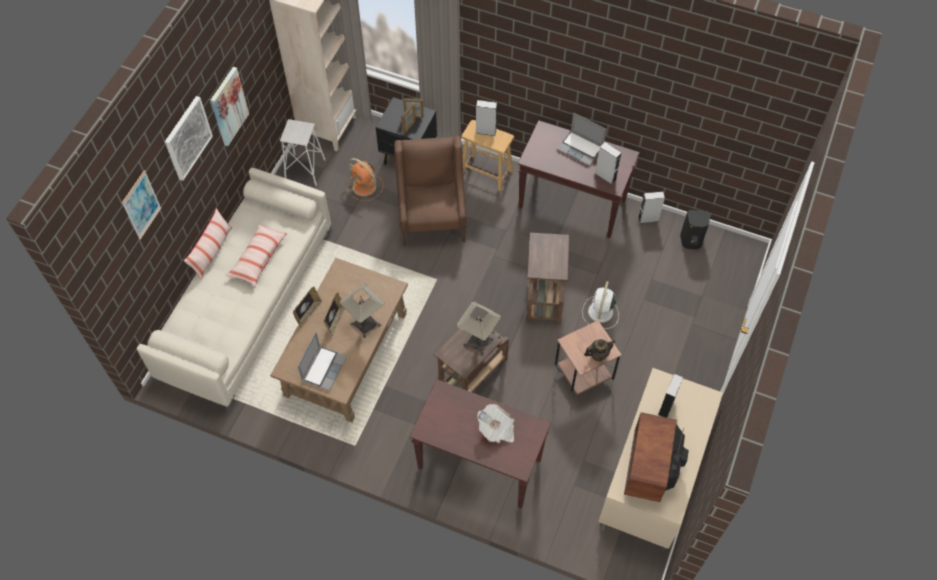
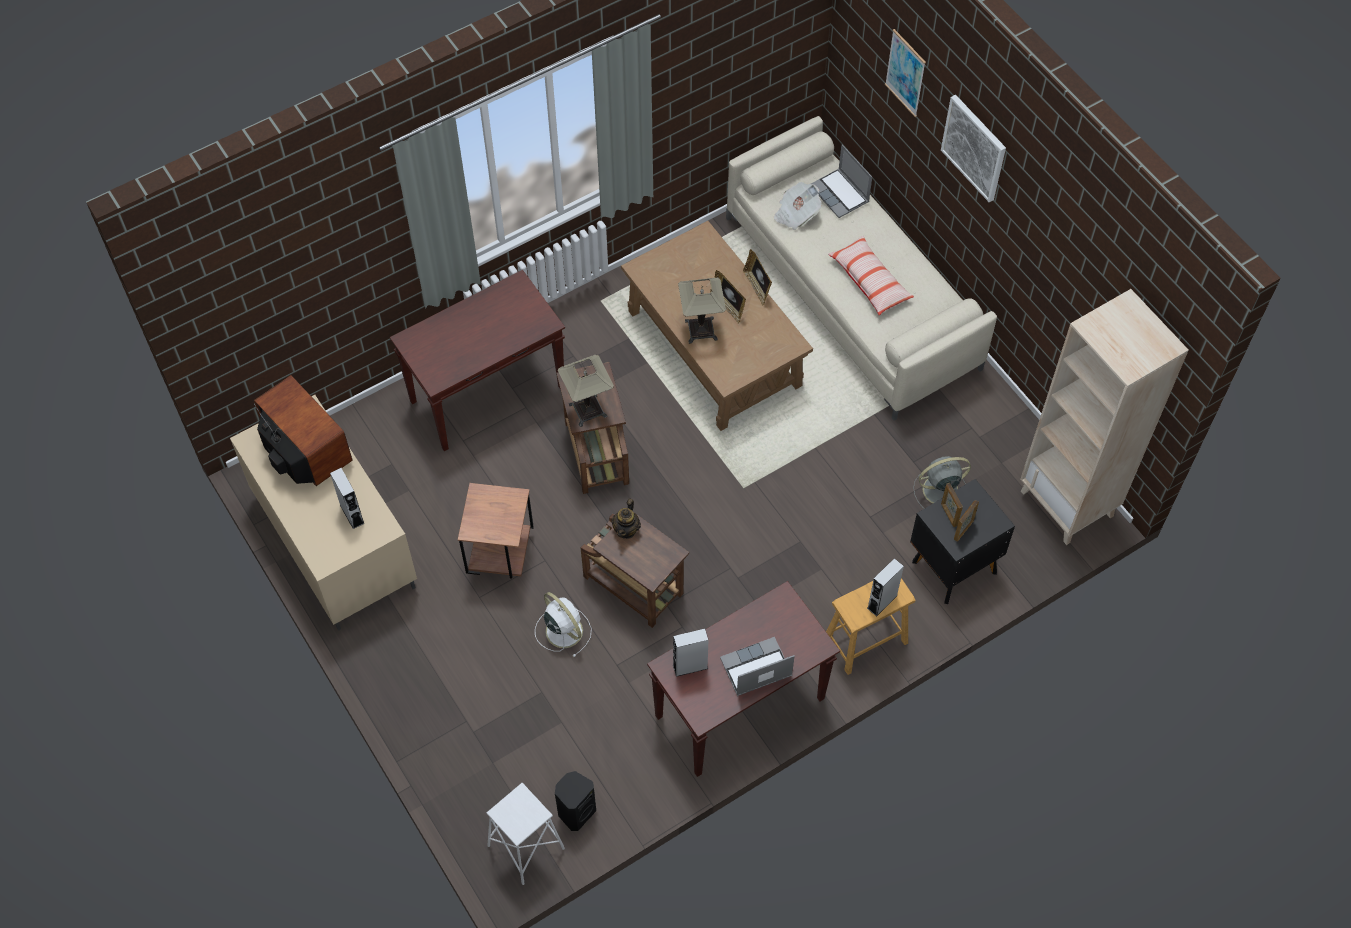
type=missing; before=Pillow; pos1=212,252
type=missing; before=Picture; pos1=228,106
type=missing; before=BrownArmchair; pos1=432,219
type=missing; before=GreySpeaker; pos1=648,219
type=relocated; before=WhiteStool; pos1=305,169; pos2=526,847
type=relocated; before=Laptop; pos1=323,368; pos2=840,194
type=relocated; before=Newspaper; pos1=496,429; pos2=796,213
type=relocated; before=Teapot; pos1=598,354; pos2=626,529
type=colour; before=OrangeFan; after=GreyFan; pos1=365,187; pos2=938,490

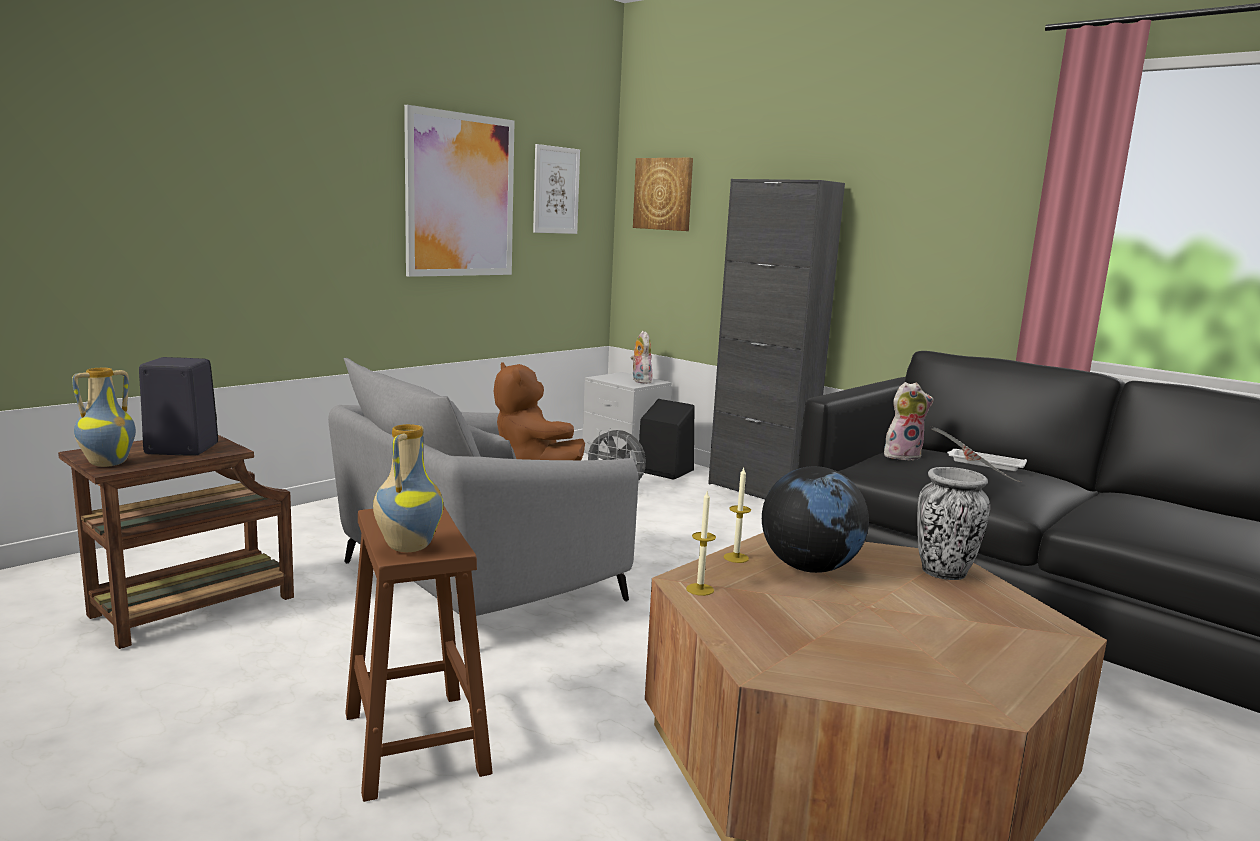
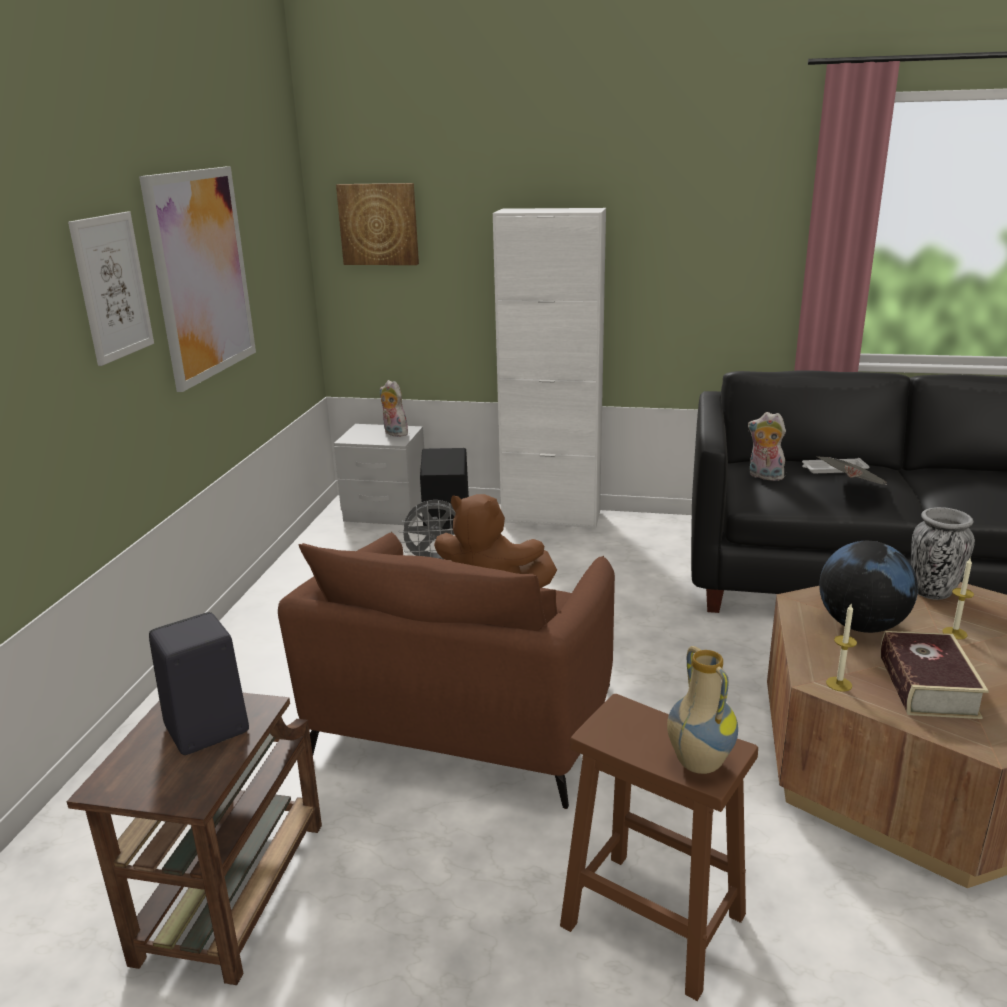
type=missing; before=Vase; pos1=108,463
type=appeared; after=Book; pos2=927,686
type=relocated; before=Picture; pos1=556,190; pos2=112,287
type=relocated; before=Candle; pos1=736,558; pos2=954,633
type=colour; before=GreyArmchair; after=BrownArmchair; pos1=477,582; pos2=463,723
type=colour; before=BlackCabinet; after=WhiteCabinet; pos1=759,491; pos2=551,517
type=spun; before=PlushToy; pos1=902,456; pos2=764,476; turn=-105

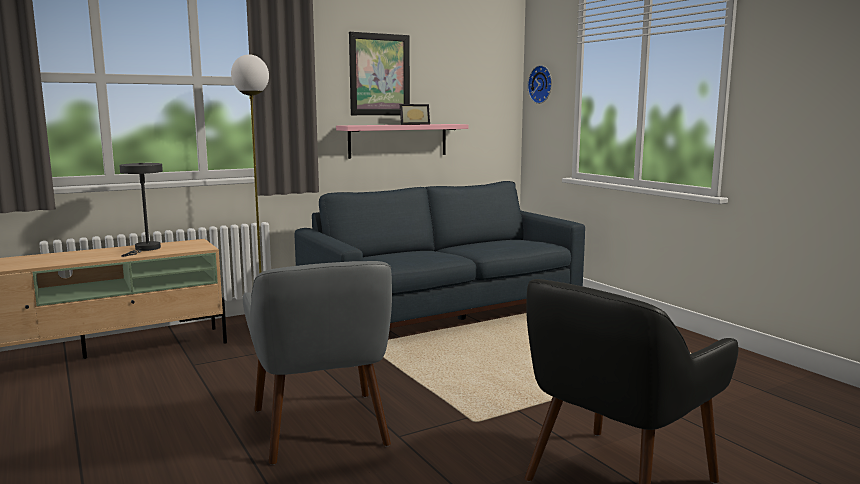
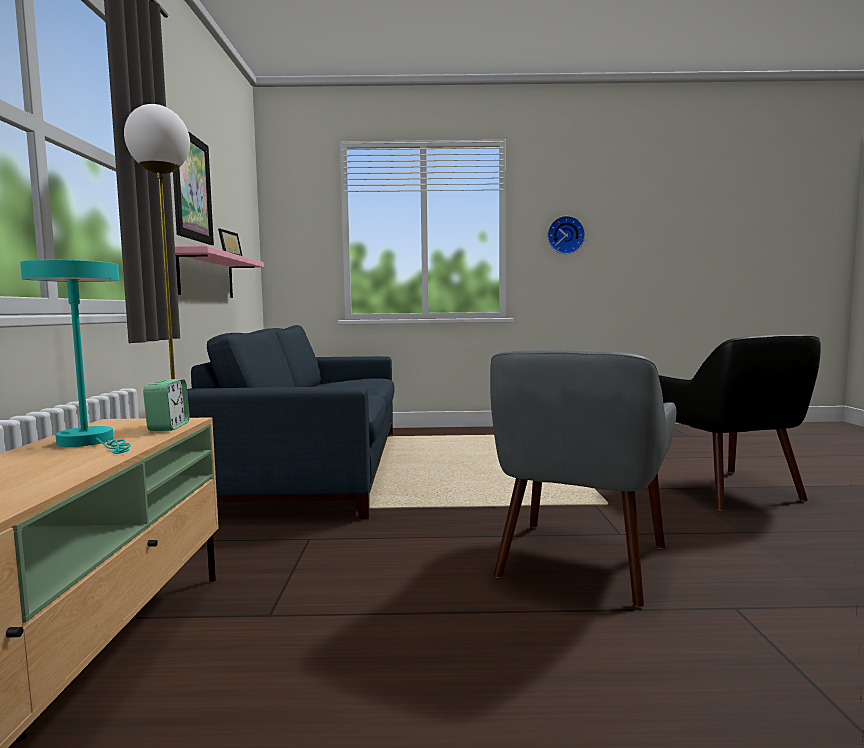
type=appeared; after=AlarmClock; pos2=168,427
type=relocated; before=WallClock; pos1=542,84; pos2=565,235
type=colour; before=GreyTableLamp; after=TurquoiseTableLamp; pos1=146,249; pos2=91,442
type=spun; before=GreyArmchair; pos1=321,428; pos2=579,562; turn=105

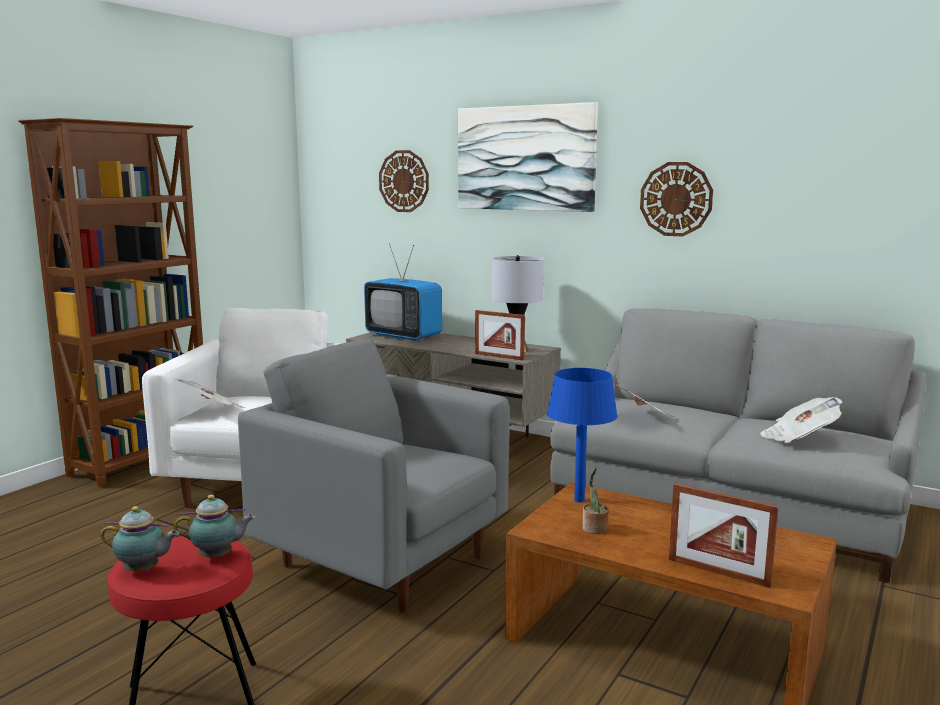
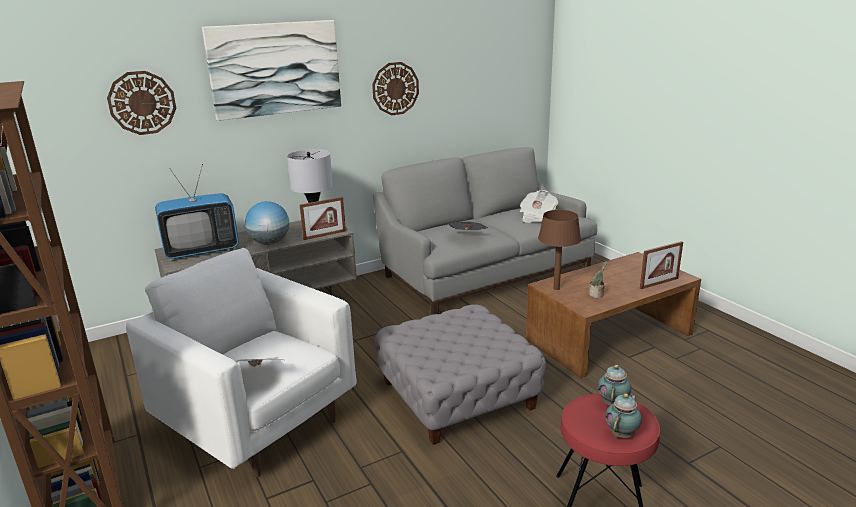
type=appeared; after=Globe; pos2=270,242
type=exchanged; before=GreyArmchair; after=GreyOttoman; pos1=384,561; pos2=456,395
type=colour; before=BlueTableLamp; after=BrownTableLamp; pos1=579,500; pos2=556,288

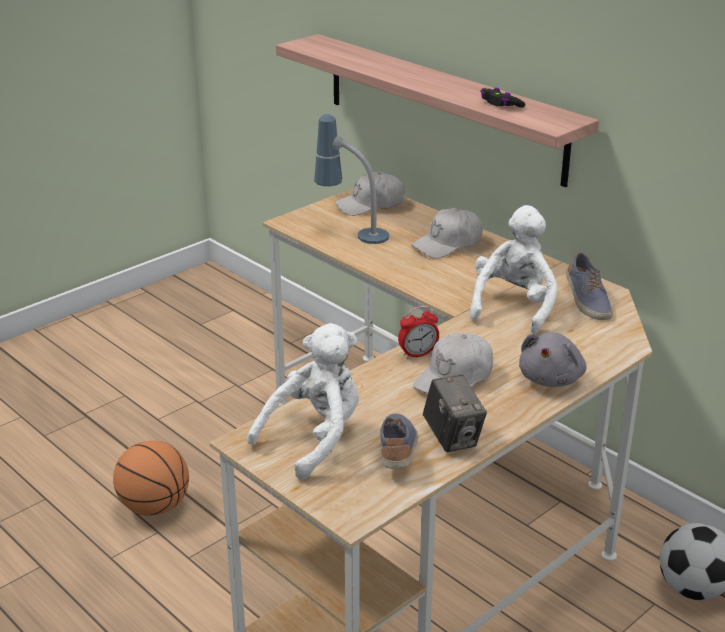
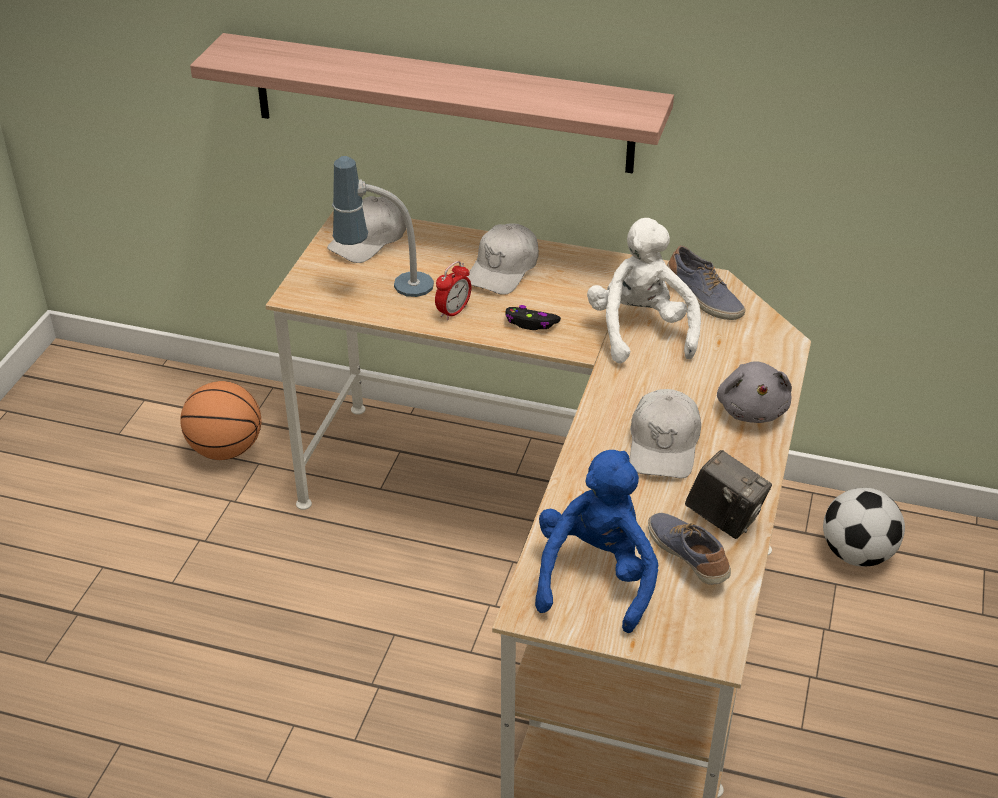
type=relocated; before=Basketball; pos1=154,507; pos2=226,449
type=relocated; before=AlarmClock; pos1=418,354; pos2=453,312
type=relocated; before=BlackGameController; pos1=500,104; pos2=531,323
type=colour; before=WhitePlushToy; after=BluePlushToy; pos1=315,438; pos2=596,576

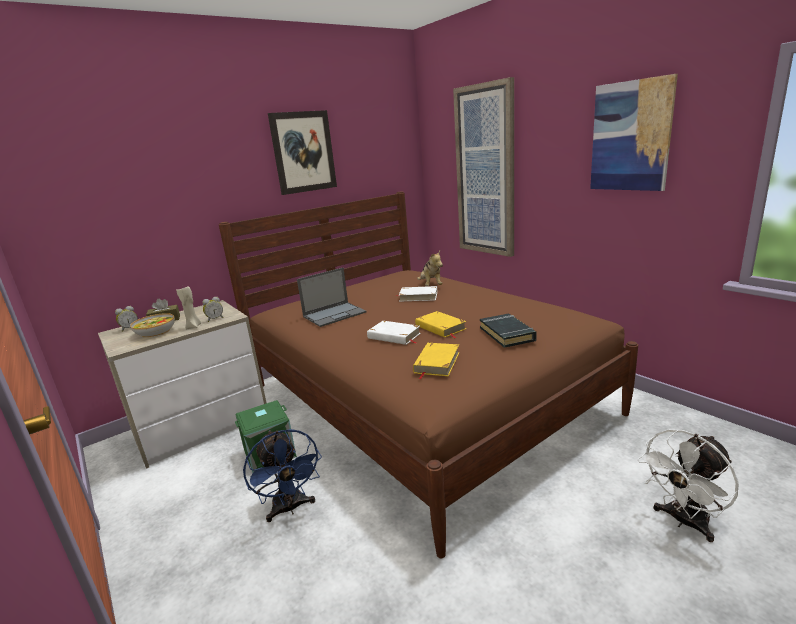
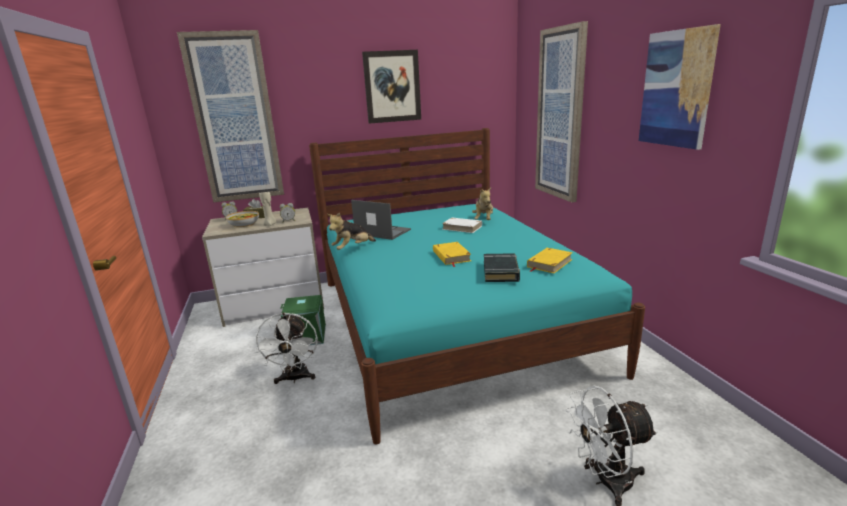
type=missing; before=WhiteBook; pos1=394,336
type=appeared; after=Picture; pos2=235,119
type=appeared; after=PlushToy; pos2=352,248
type=relocated; before=YellowBook; pos1=436,363; pos2=549,263
type=colour; before=BrownBed; after=TurquoiseBed; pos1=421,398; pos2=449,321
type=colour; before=BlueFan; after=WhiteFan; pos1=290,508; pos2=295,378
type=spun; before=Laptop; pos1=335,314; pos2=382,232; turn=-135

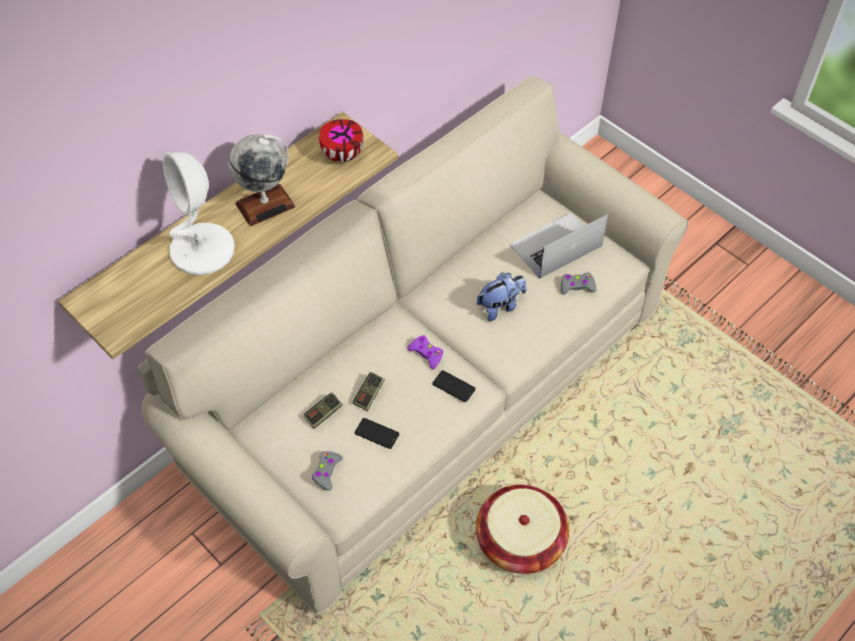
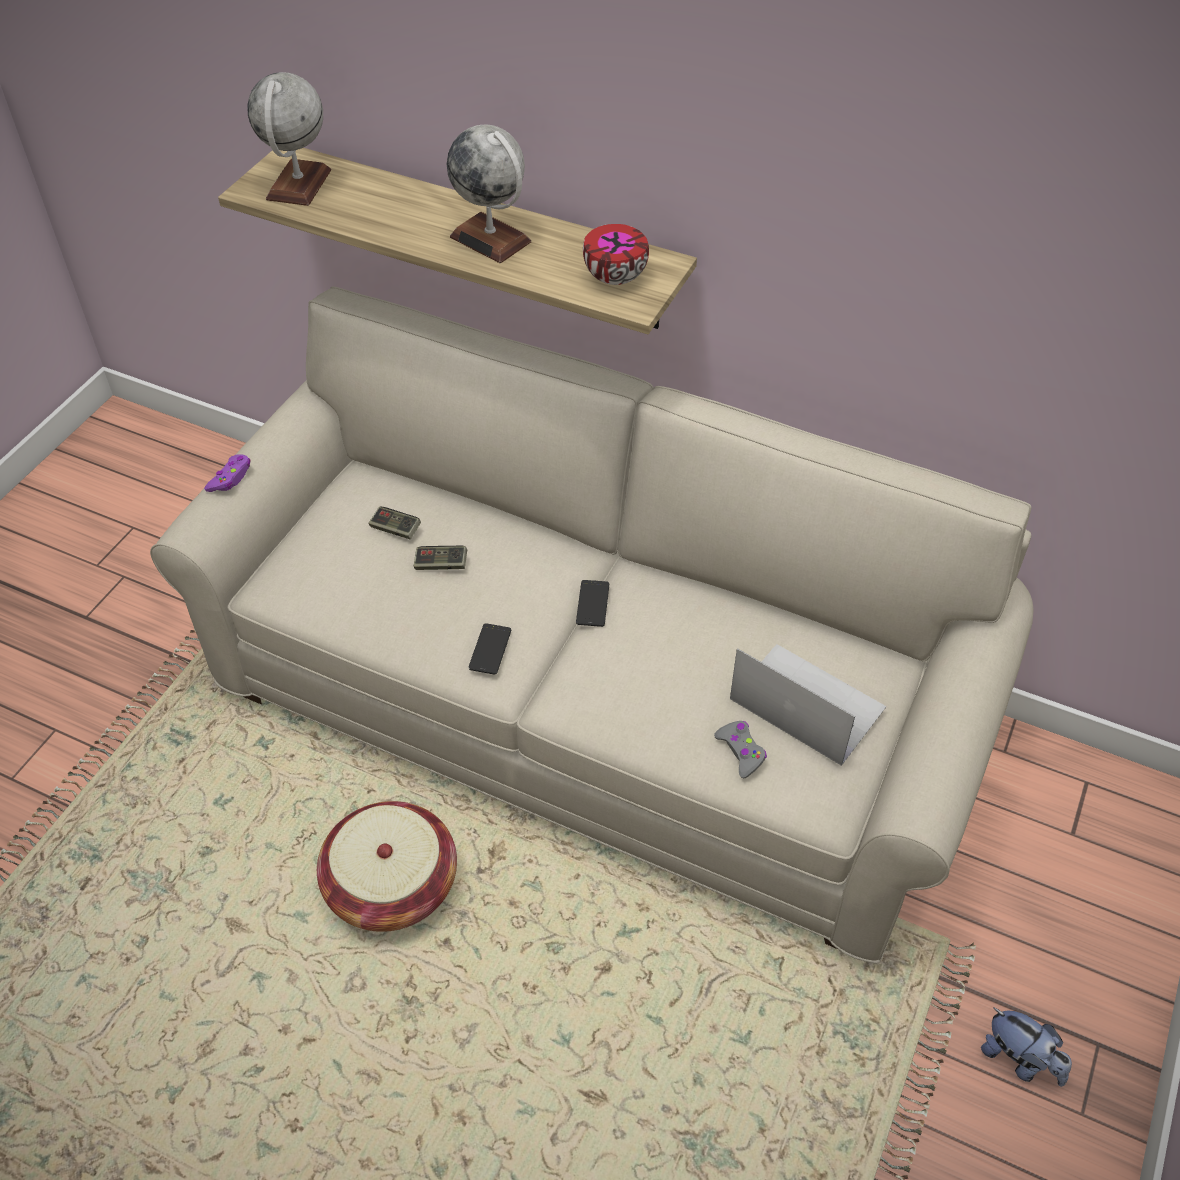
type=missing; before=WhiteTableLamp; pos1=202,250
type=missing; before=GreyGameController; pos1=327,472
type=appeared; after=Globe; pos2=299,184
type=relocated; before=Phone; pos1=377,433; pos2=592,603
type=relocated; before=PurpleGameController; pos1=426,354; pos2=230,478
type=relocated; before=PlushToy; pos1=500,306; pos2=1019,1059

